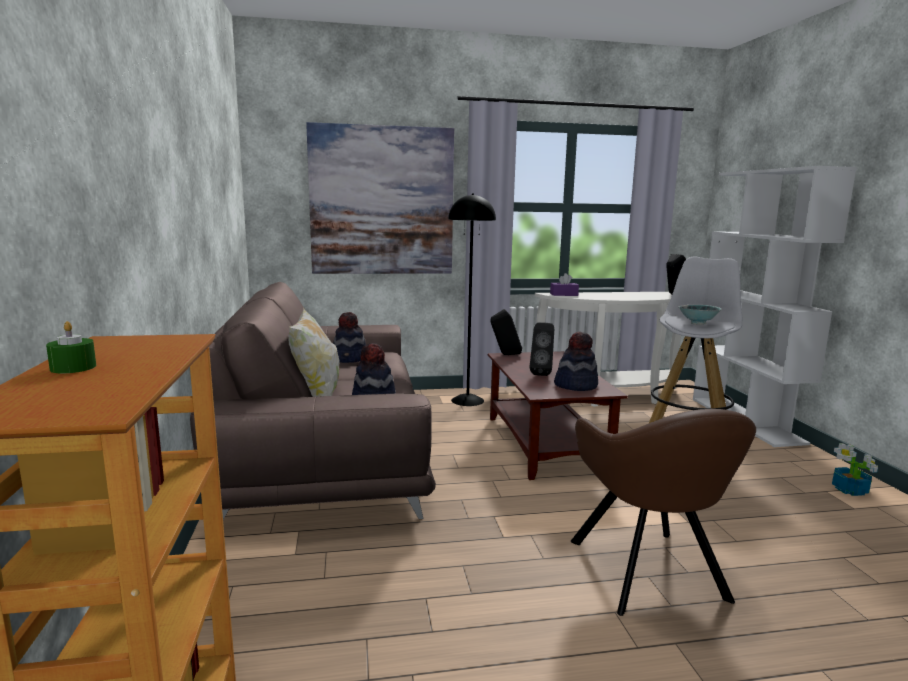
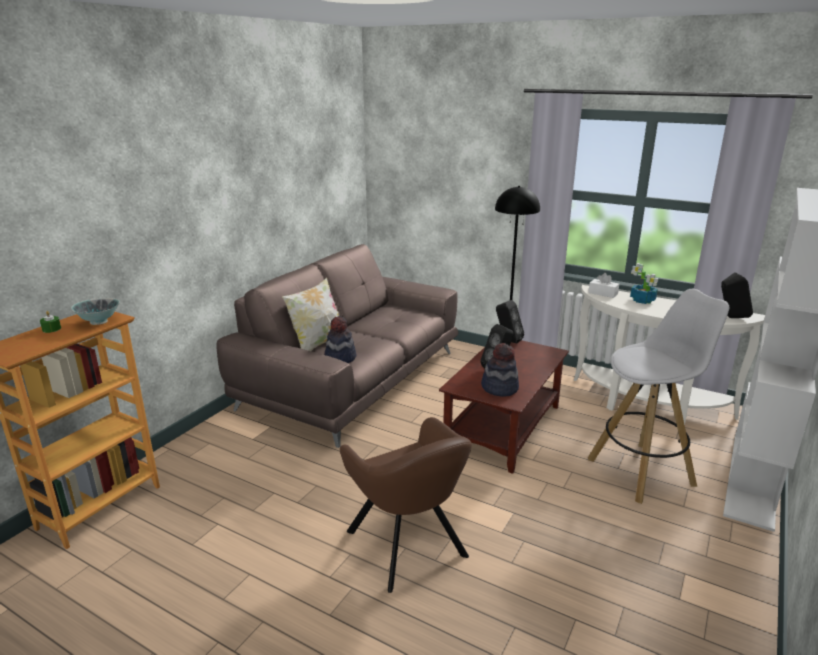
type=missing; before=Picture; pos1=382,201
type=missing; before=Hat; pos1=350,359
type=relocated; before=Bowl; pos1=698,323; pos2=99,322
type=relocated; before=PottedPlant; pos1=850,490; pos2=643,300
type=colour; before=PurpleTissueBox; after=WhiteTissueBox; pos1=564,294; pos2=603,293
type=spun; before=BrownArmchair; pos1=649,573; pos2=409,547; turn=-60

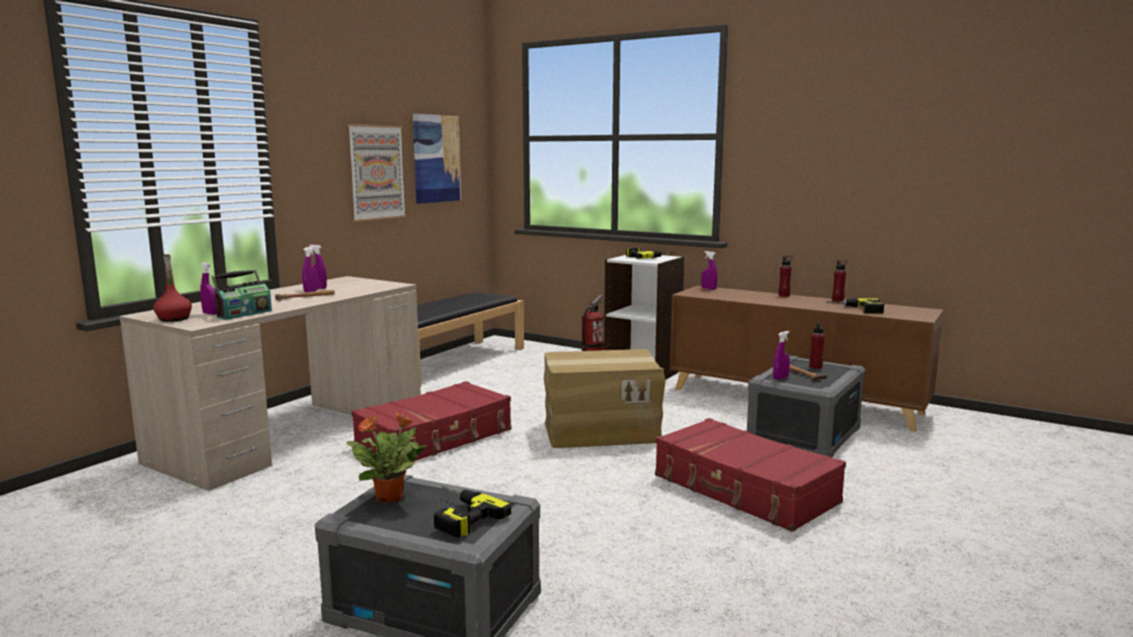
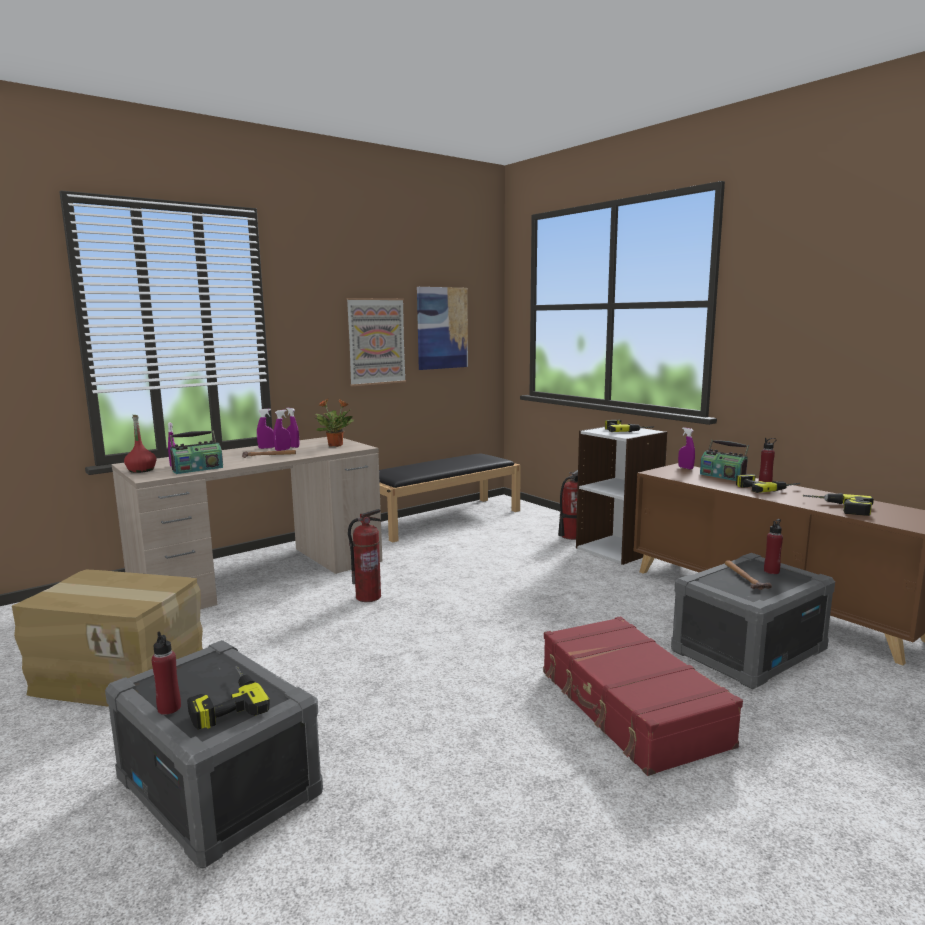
type=appeared; after=Radio; pos2=723,476
type=appeared; after=PowerDrill; pos2=766,488
type=relocated; before=PottedPlant; pos1=391,497; pos2=336,445
type=relocated; before=CardboardBox; pos1=601,431; pos2=121,676
type=relocated; before=PurpleSprayBottle; pos1=780,378; pos2=266,448
type=relocated; before=RedBottle; pos1=838,301; pos2=169,708
type=exchanged; before=RedSuitcase; after=FireExtinguisher; pos1=436,438; pos2=368,597

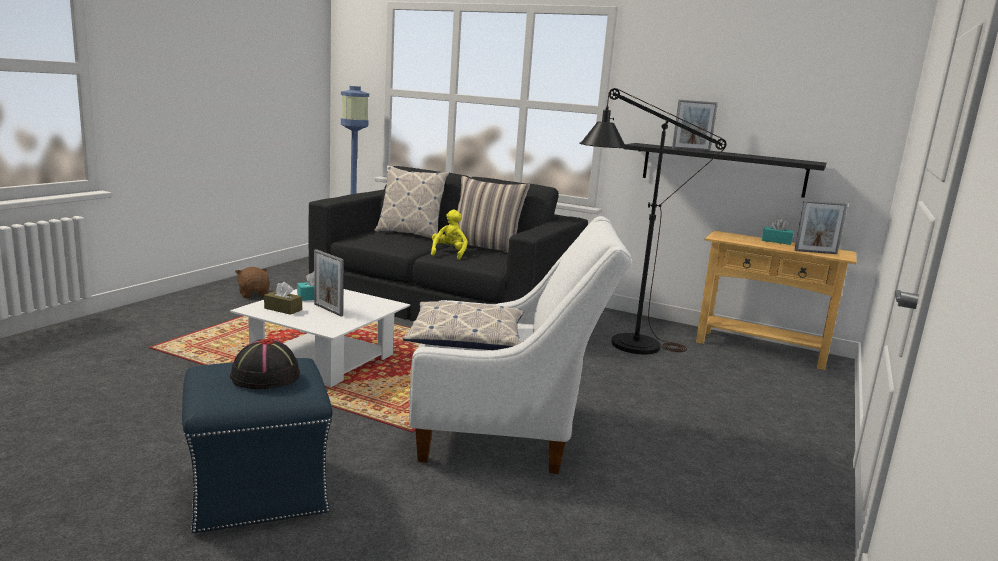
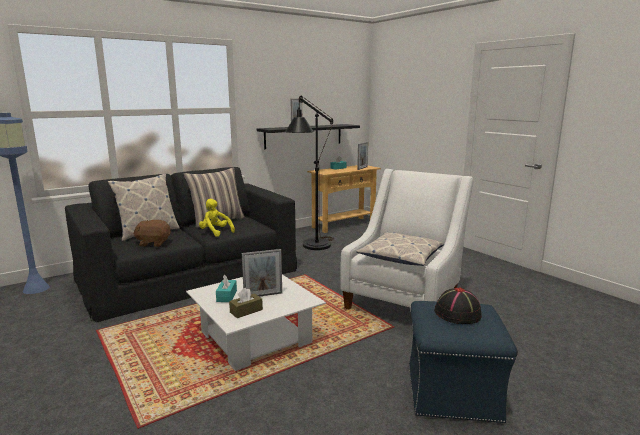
type=relocated; before=BrownPlushToy; pos1=254,294; pos2=153,243

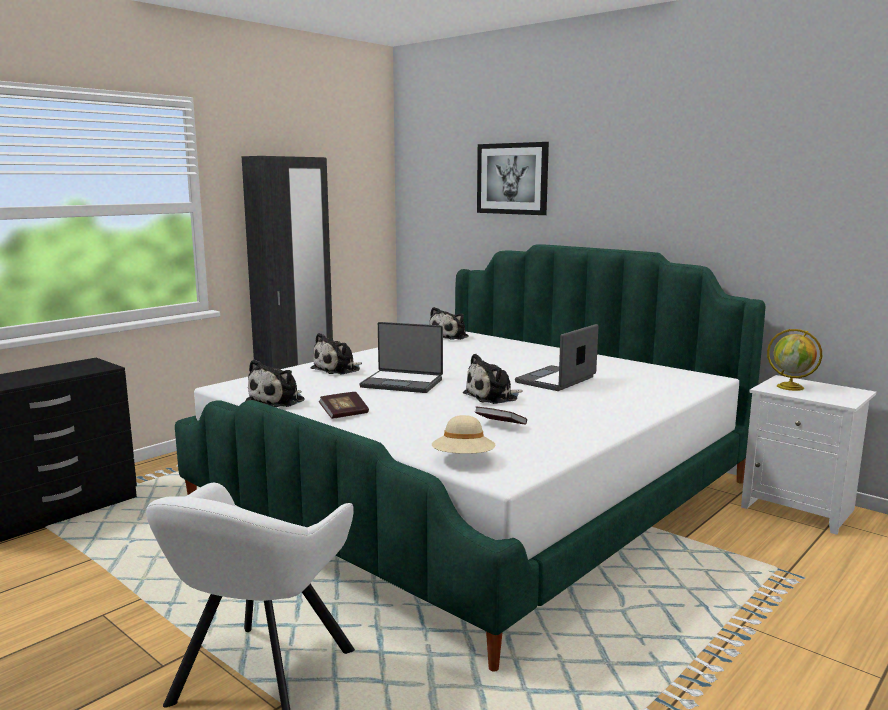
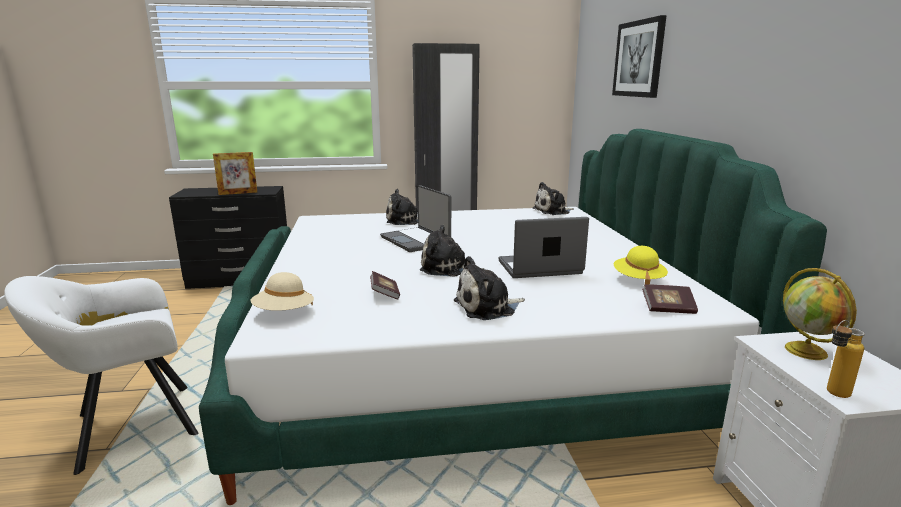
type=appeared; after=PictureFrame; pos2=238,193
type=appeared; after=YellowHat; pos2=638,280
type=appeared; after=Bottle; pos2=832,394
type=relocated; before=PlushToy; pos1=278,400; pos2=488,307
type=relocated; before=Book; pos1=344,414; pos2=668,309

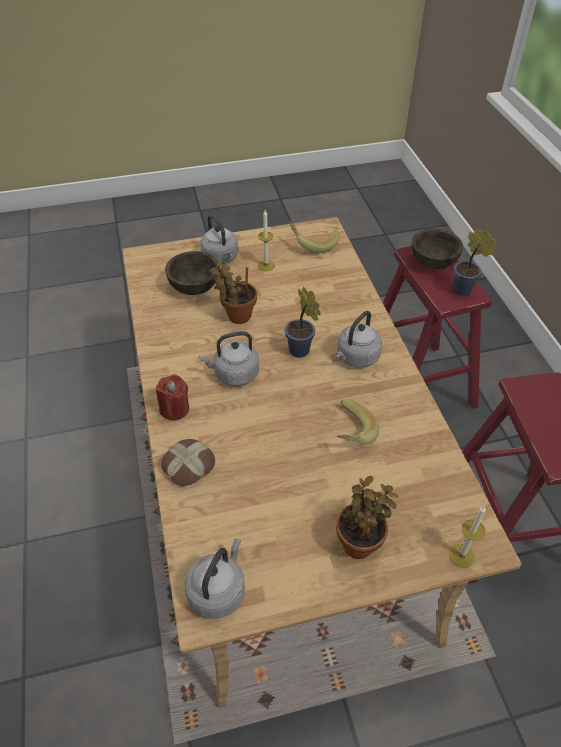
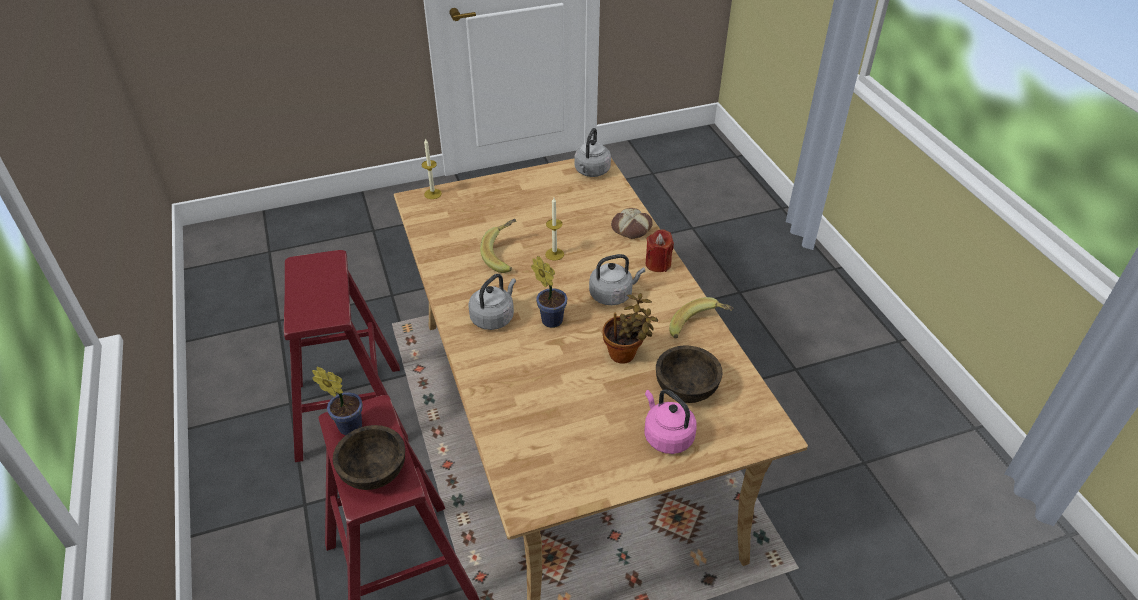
type=missing; before=PottedPlant; pos1=360,542
type=relocated; before=Candle; pos1=266,265; pos2=554,254
type=relocated; before=Banana; pos1=313,243; pos2=699,329
type=colour; before=GreyKettle; after=PinkKettle; pos1=221,258; pos2=666,436

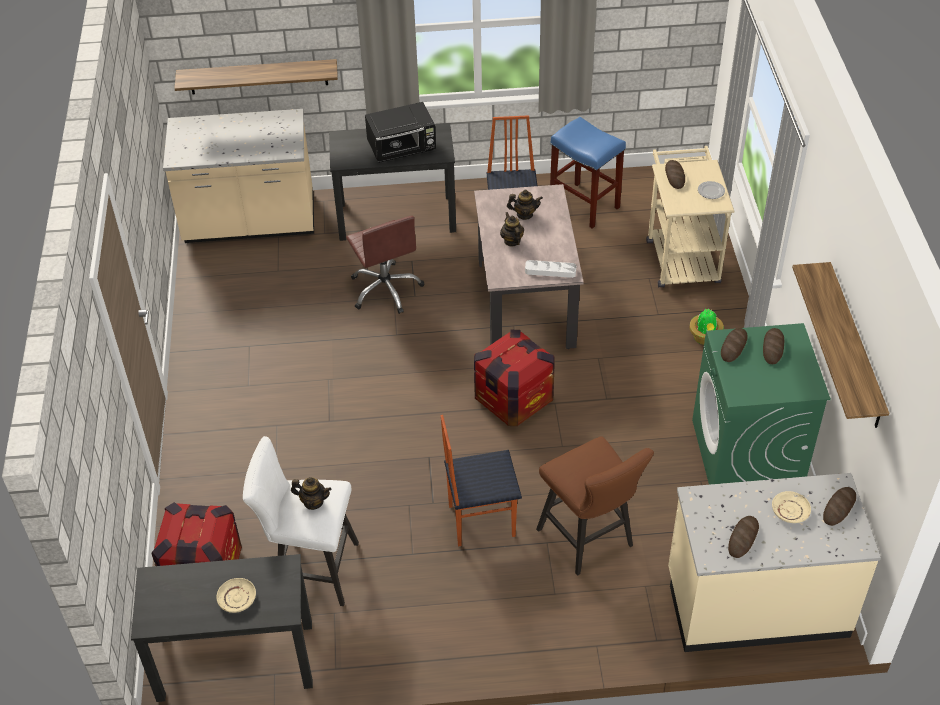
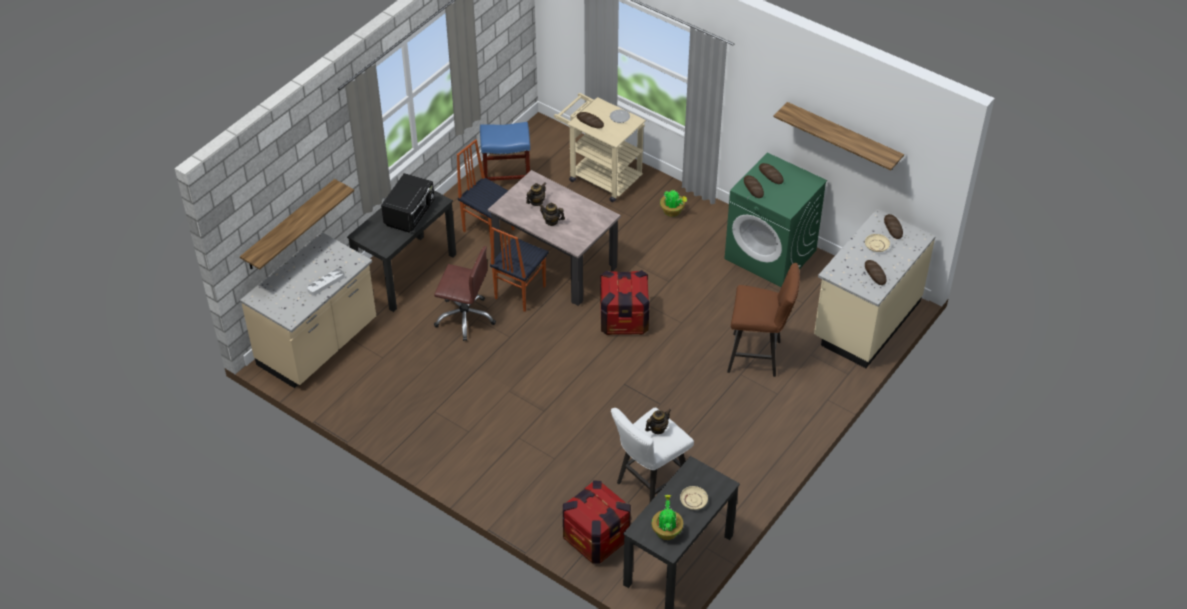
type=appeared; after=PottedPlant; pos2=666,530
type=relocated; before=Chair; pos1=480,520; pos2=519,292
type=relocated; before=WhiteTray; pos1=550,271; pos2=326,283

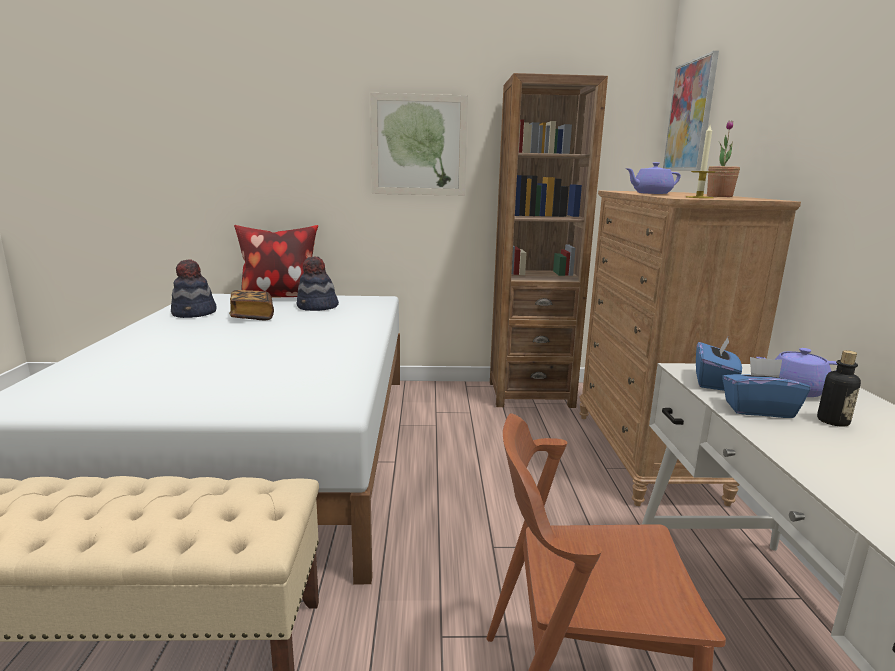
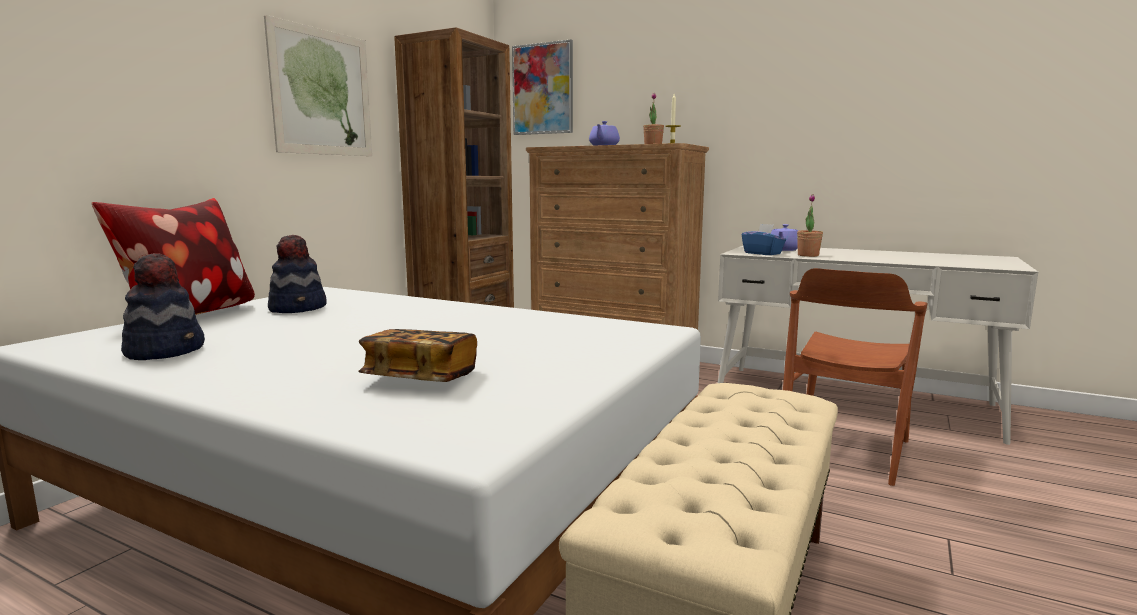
type=missing; before=Bottle; pos1=833,421
type=relocated; before=Book; pos1=252,316; pos2=421,378
type=exchanged; before=BlueTissueBox; after=PottedPlant; pos1=758,409; pos2=808,255

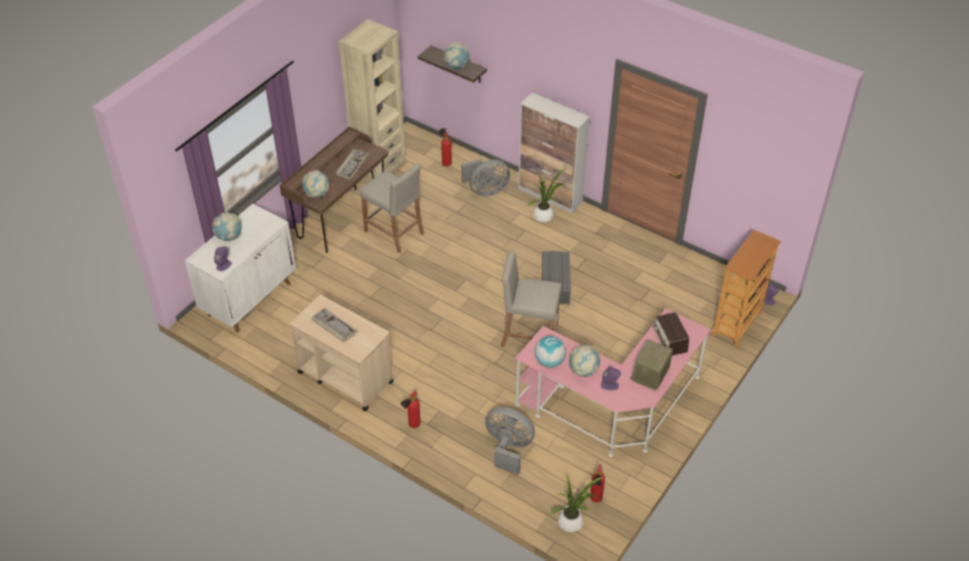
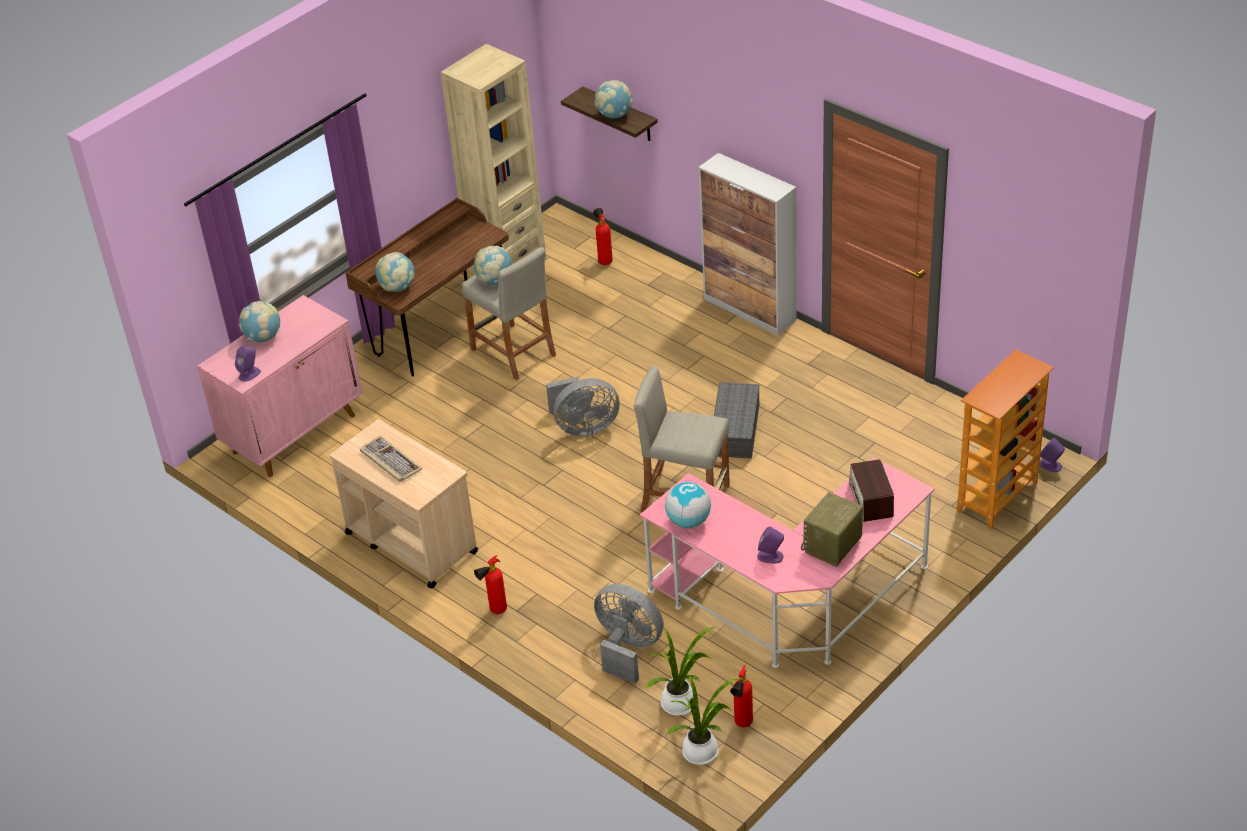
type=missing; before=Keyboard; pos1=352,165
type=relocated; before=GreyFan; pos1=486,190; pos2=584,427
type=relocated; before=PottedPlant; pos1=545,216; pos2=682,704
type=relocated; before=Globe; pos1=583,371; pos2=495,280
type=colour; before=WhiteCabinet; after=PinkCabinet; pos1=250,299; pos2=295,433

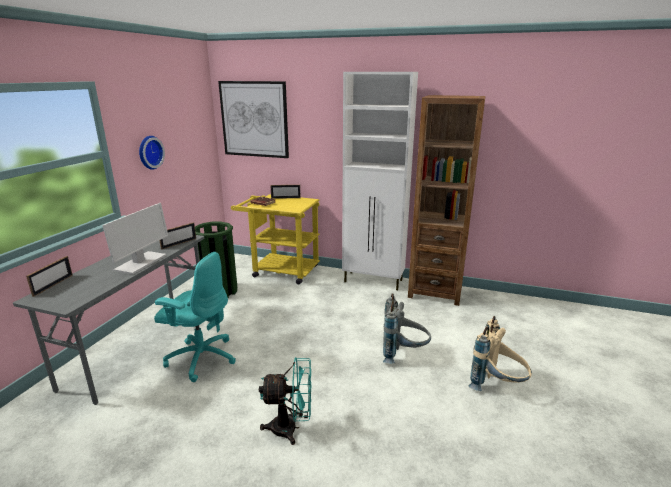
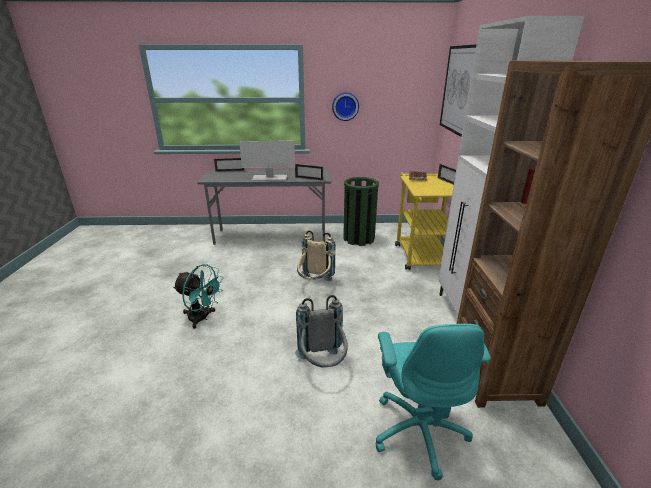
type=relocated; before=TurquoiseOfficeChair; pos1=201,358; pos2=419,430
type=relocated; before=BeigeBackpack; pos1=497,386; pos2=315,284
type=spun; before=TurquoiseFan; pos1=291,428; pos2=202,318; turn=-45

